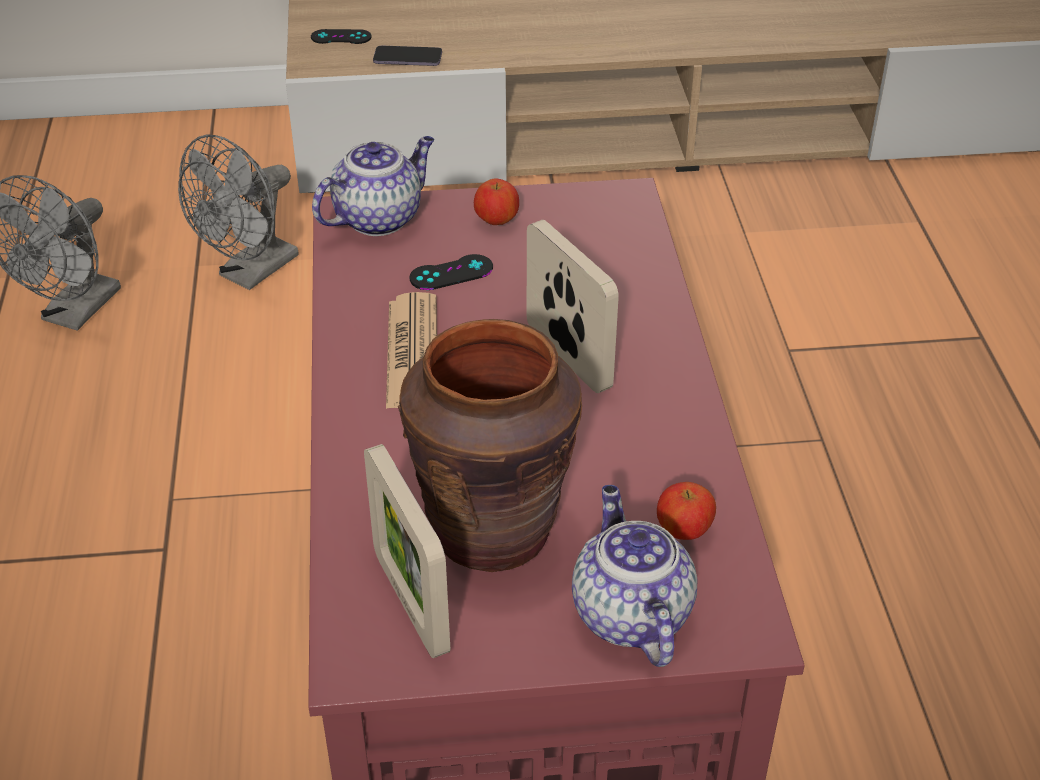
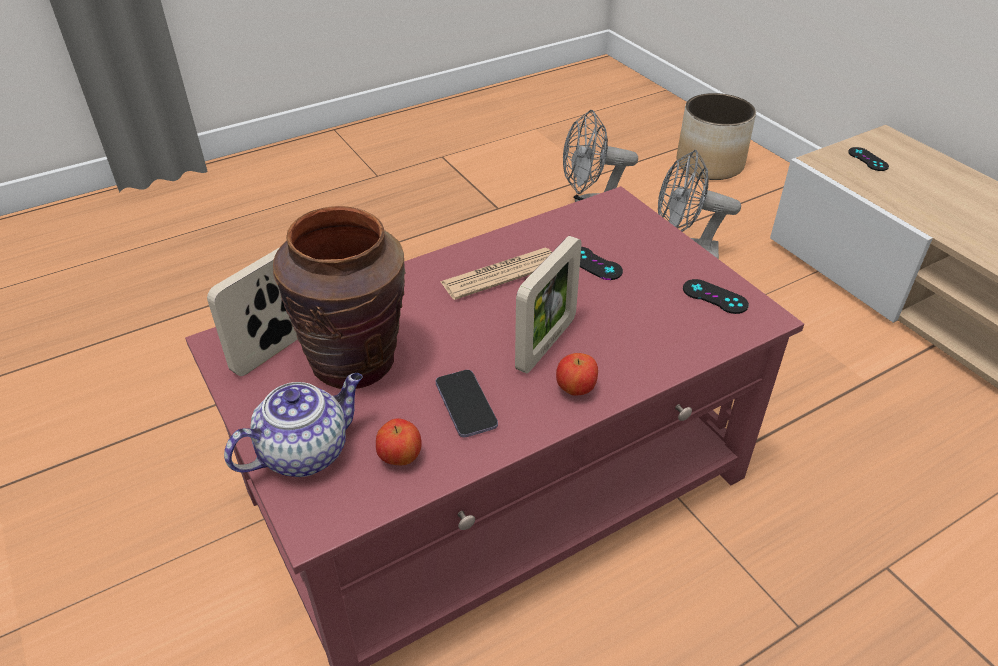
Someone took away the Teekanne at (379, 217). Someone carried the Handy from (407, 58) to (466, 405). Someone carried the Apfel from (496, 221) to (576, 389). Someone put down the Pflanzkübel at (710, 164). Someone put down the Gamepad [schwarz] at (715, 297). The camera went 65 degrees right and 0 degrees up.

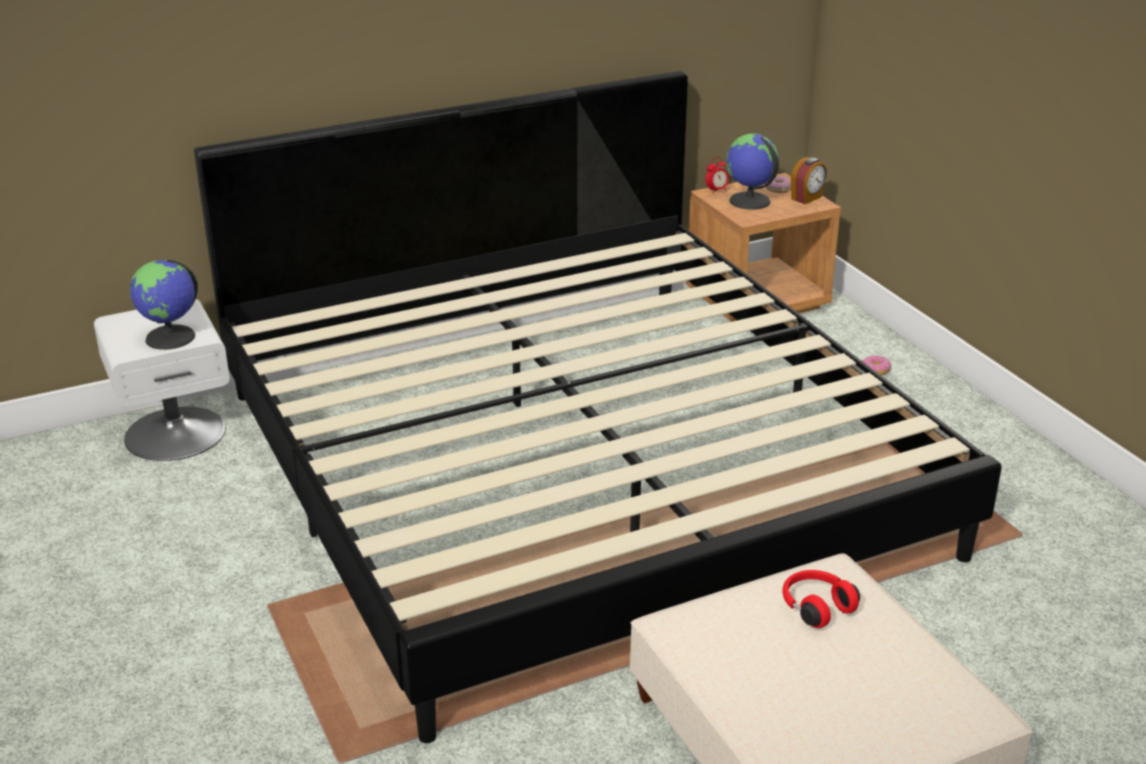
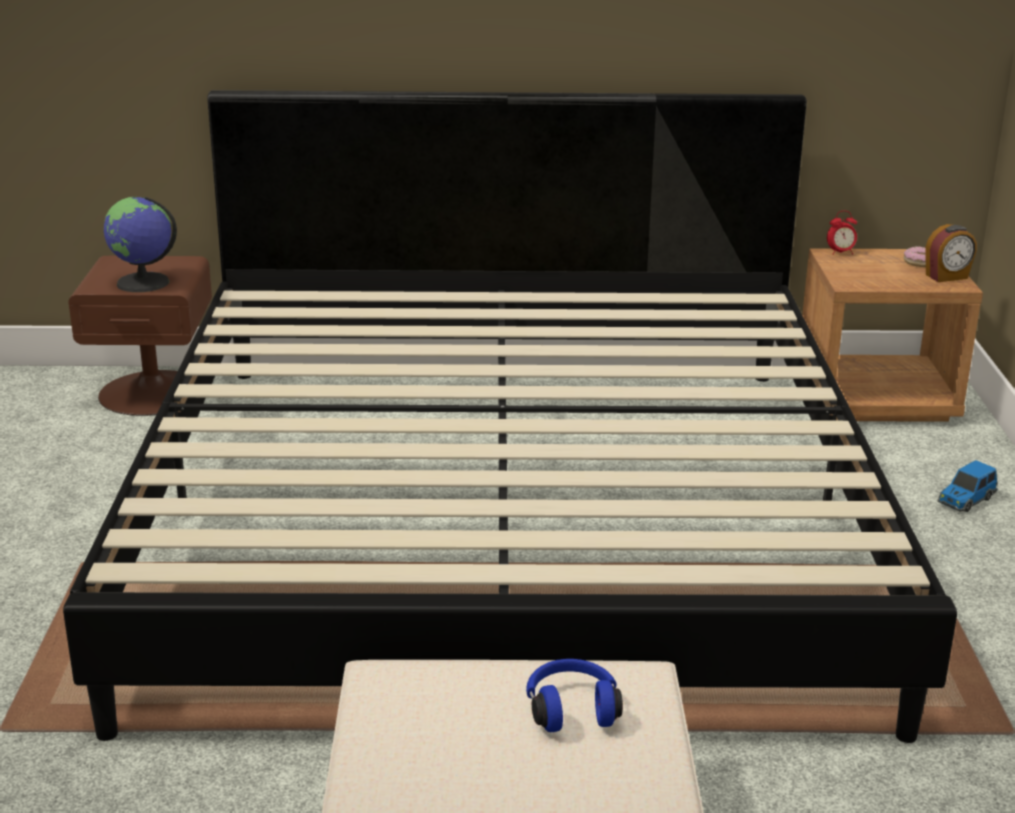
Someone repainted the Nachttisch [weiß] at (175, 432), which became the Nachttisch [braun] at (153, 392). Someone took away the Globus at (749, 201). Someone repainted the Kopfhörer [rot] at (815, 607), which became the Kopfhörer [blau] at (571, 709). Someone swapped the Donut at (875, 370) for the Spielzeugauto at (965, 500). The camera went 25 degrees right and 5 degrees down.

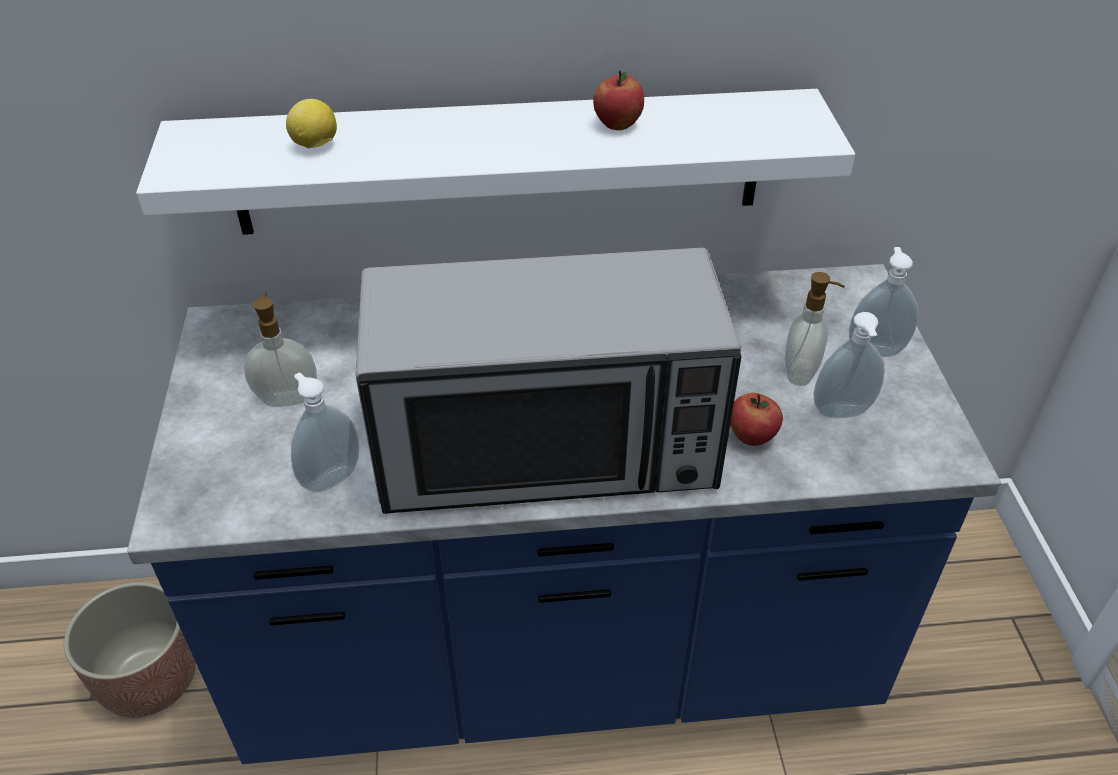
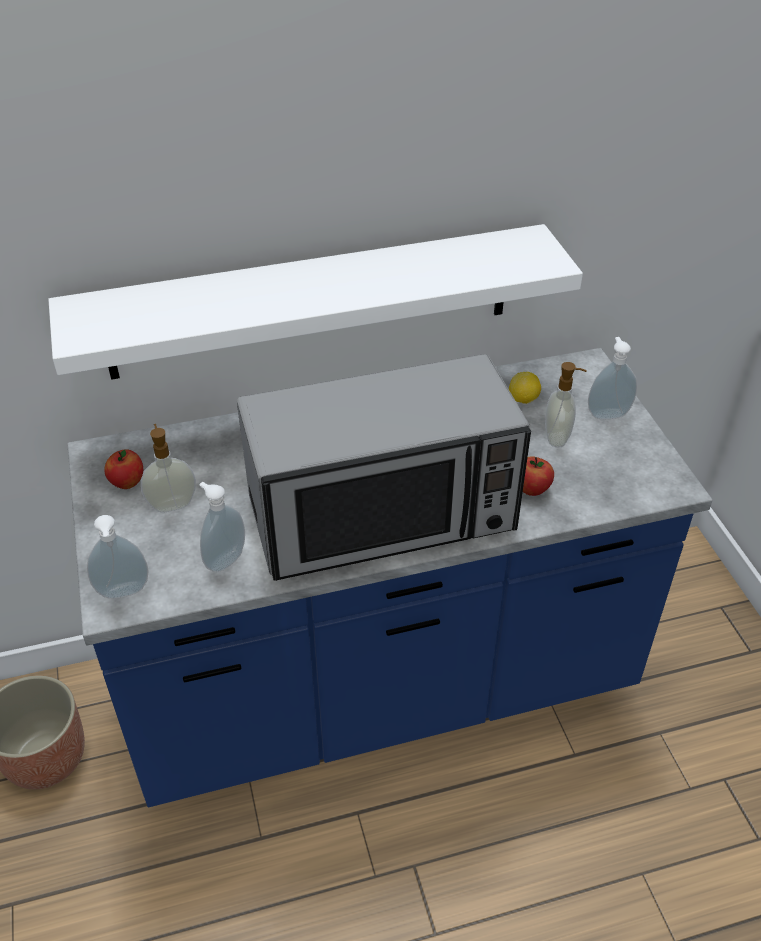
Someone carried the Zitrone from (315, 146) to (523, 400). Someone carried the Apfel from (617, 124) to (127, 483). Someone carried the Seifenspender from (842, 414) to (124, 593). The camera went 10 degrees left and 0 degrees up.

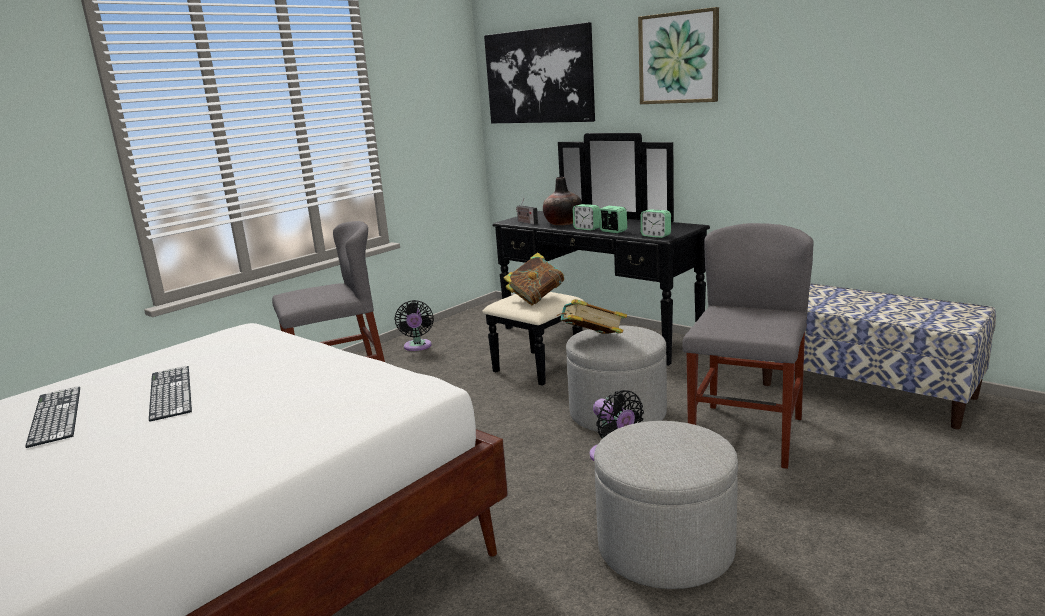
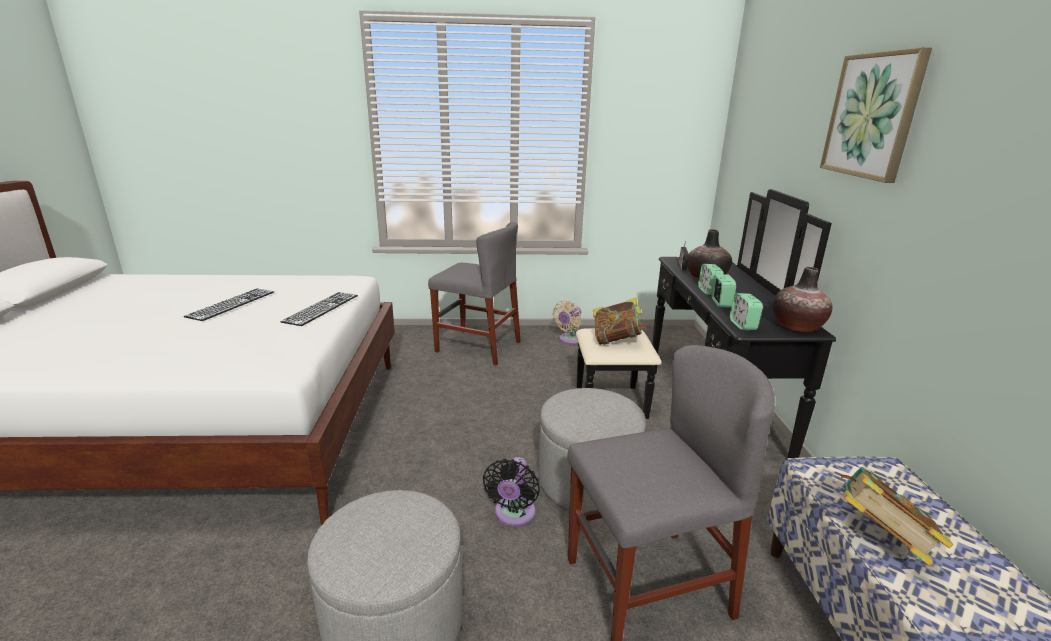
Someone carried the Tastatur from (55, 415) to (321, 308). Someone repainted the Ventilator [schwarz] at (417, 347), which became the Ventilator [beige] at (569, 340). Someone took away the Bild at (539, 76). Someone carried the Buch from (592, 341) to (879, 539). Someone put down the Vase at (797, 326). The camera went 45 degrees right and 5 degrees up.

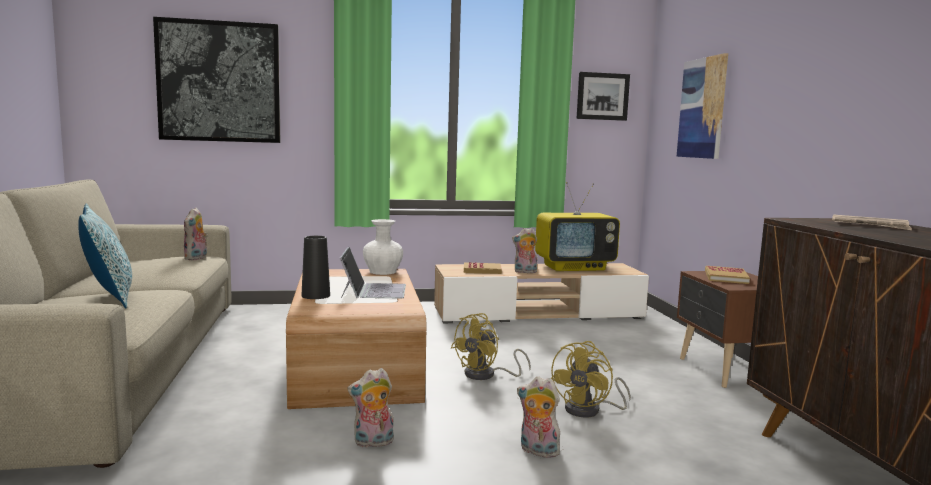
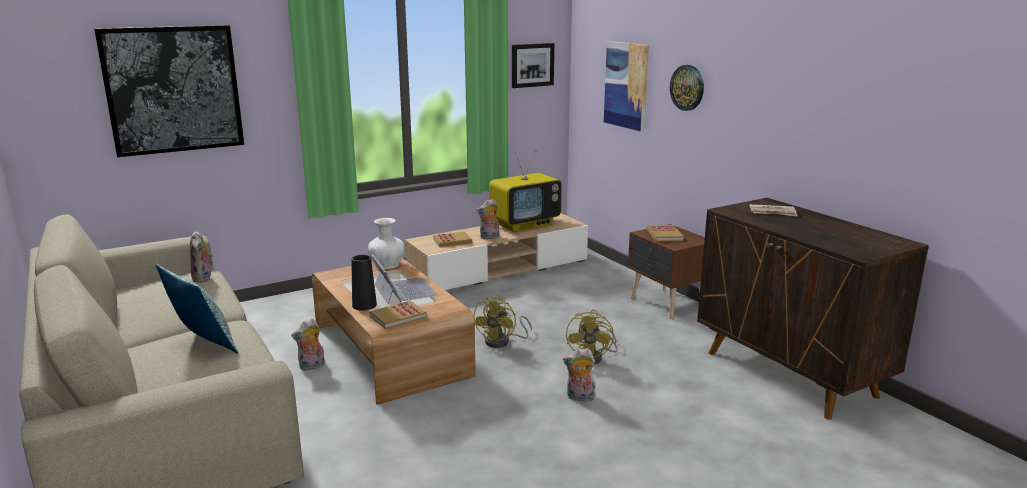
Someone carried the Plüschtier from (373, 443) to (312, 366). Someone put down the Buch at (398, 317). Someone put up the Wanduhr at (687, 87). The camera went 20 degrees left and 10 degrees up.

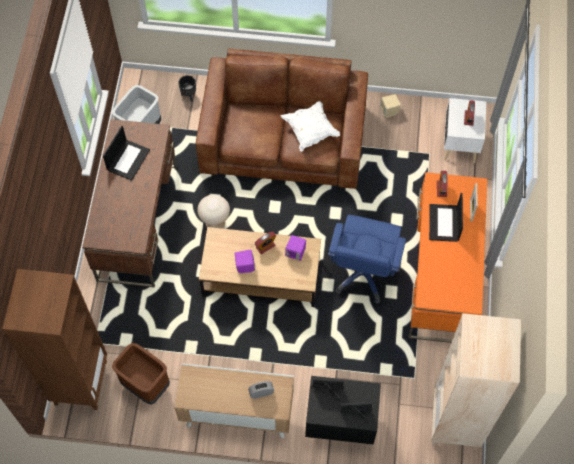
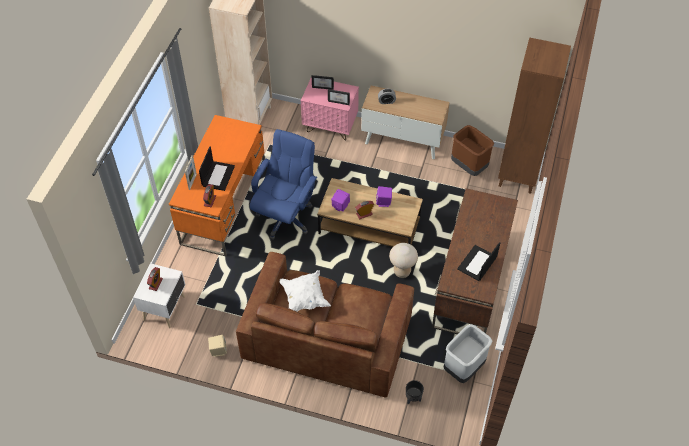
Someone repainted the Nachttisch [schwarz] at (340, 423), which became the Nachttisch [rosa] at (330, 126). The camera went 170 degrees left and 10 degrees down.

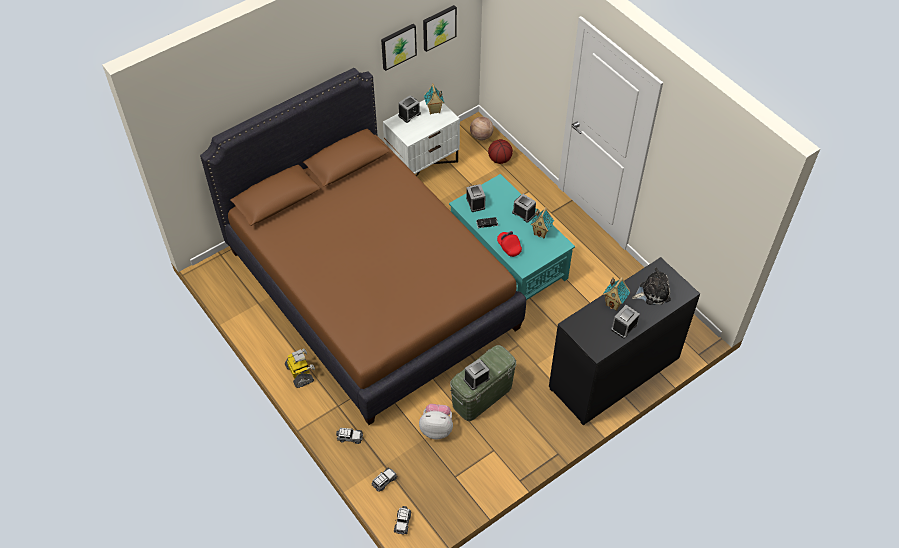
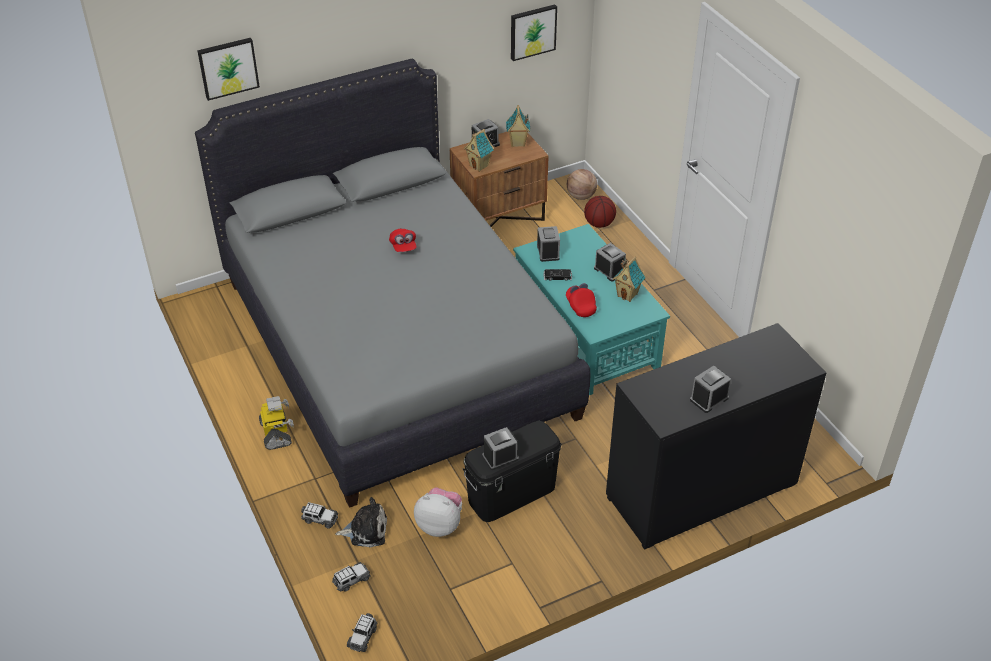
Someone repainted the Bett [braun] at (371, 288), which became the Bett [grau] at (395, 347). Someone carried the Bild from (398, 46) to (228, 67). Someone repainted the Nachttisch [weiß] at (423, 163), which became the Nachttisch [braun] at (499, 217). Someone repainted the Aufbewahrungsbox [grün] at (482, 396), which became the Aufbewahrungsbox [schwarz] at (512, 494). Someone carried the Spielzeughaus from (614, 303) to (479, 166). Someone carried the Plüschtier from (652, 292) to (366, 530). Someone put down the Kappe [rot] at (403, 246). The camera went 10 degrees right and 10 degrees down.

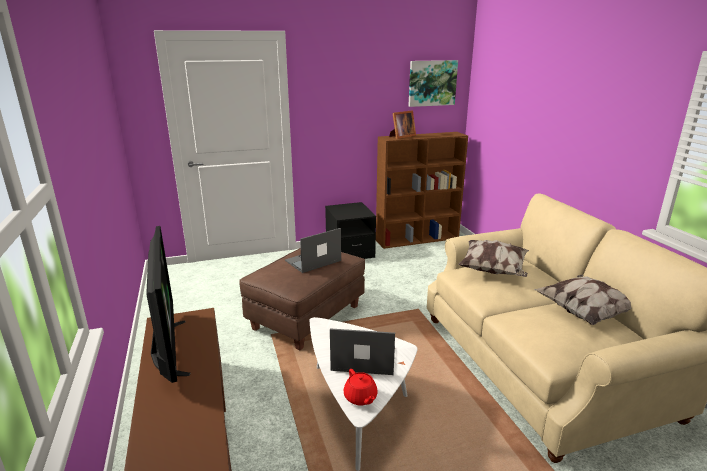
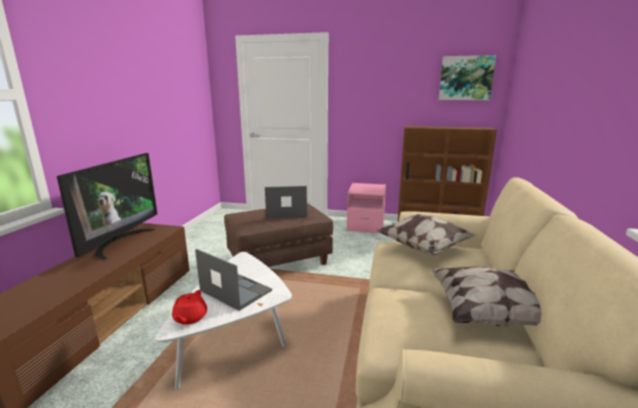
Someone repainted the Nachttisch [schwarz] at (350, 252), which became the Nachttisch [rosa] at (365, 225). Someone took away the Bilderrahmen at (401, 137). The camera went 30 degrees right and 5 degrees down.

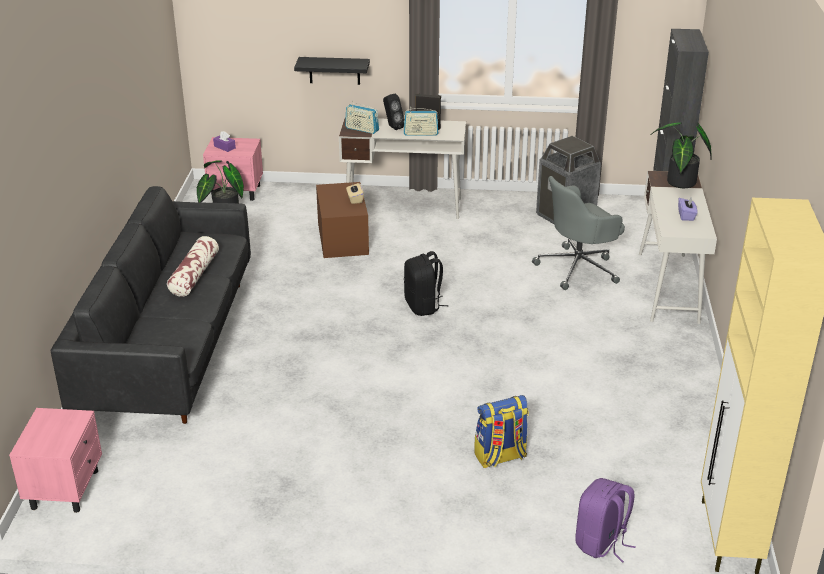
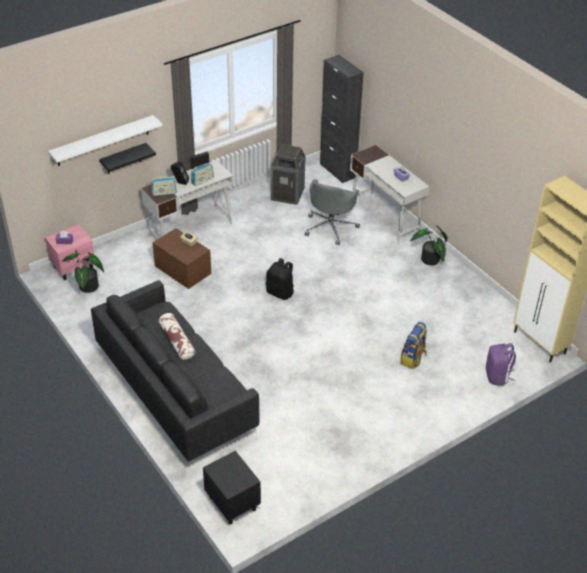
Someone repainted the Nachttisch [rosa] at (65, 488), which became the Nachttisch [schwarz] at (232, 502). Someone carried the Topfpflanze from (679, 183) to (430, 261). Someone put up the Wandregal [weiß] at (102, 141). The camera went 40 degrees left and 10 degrees up.

